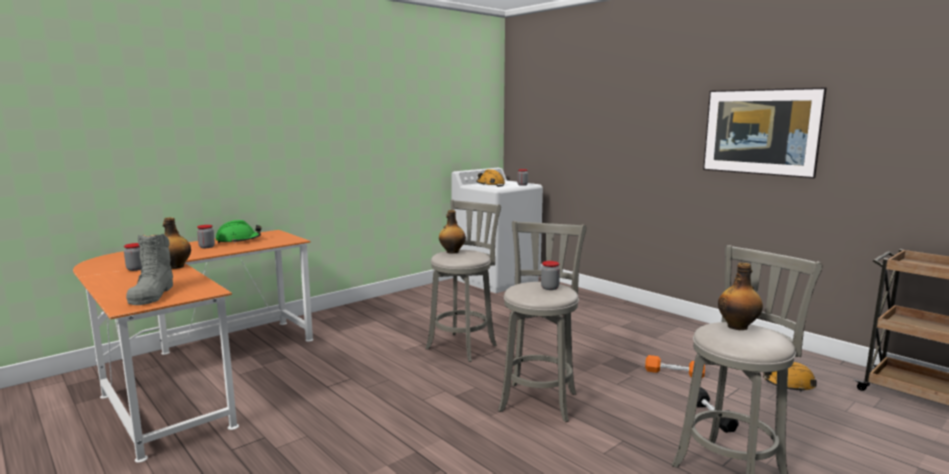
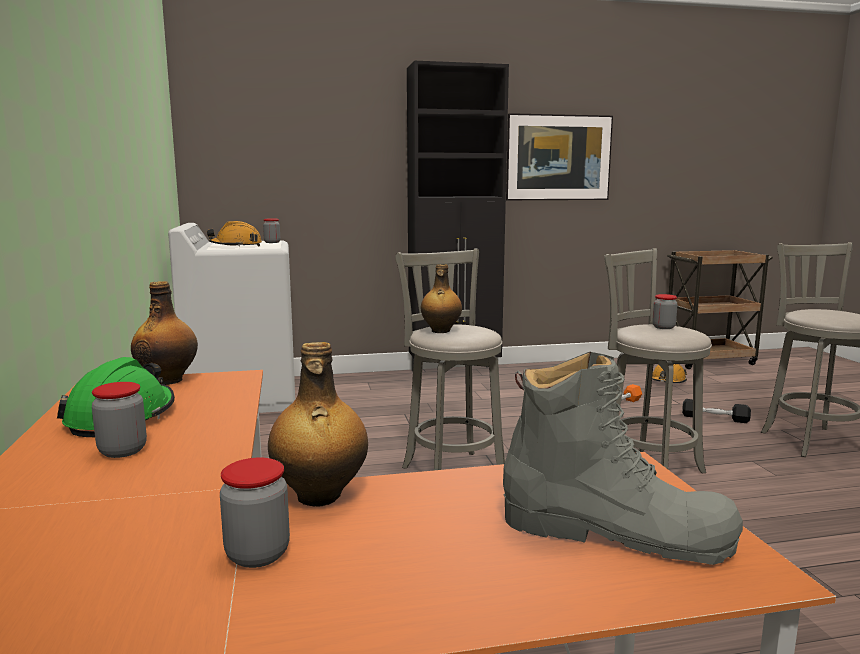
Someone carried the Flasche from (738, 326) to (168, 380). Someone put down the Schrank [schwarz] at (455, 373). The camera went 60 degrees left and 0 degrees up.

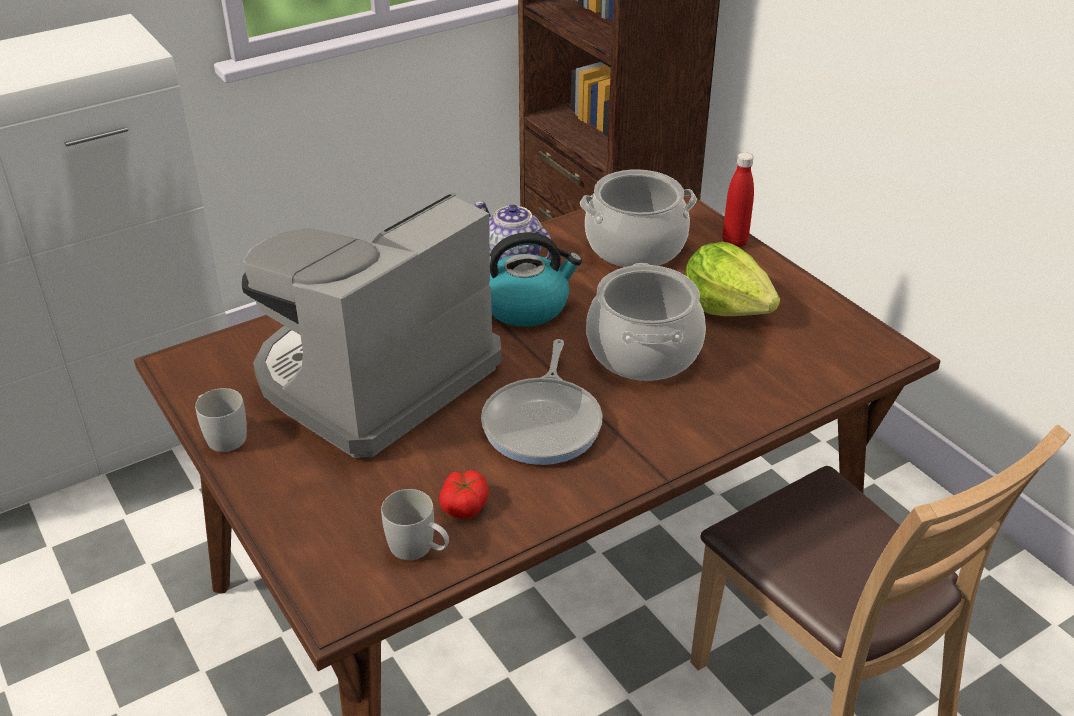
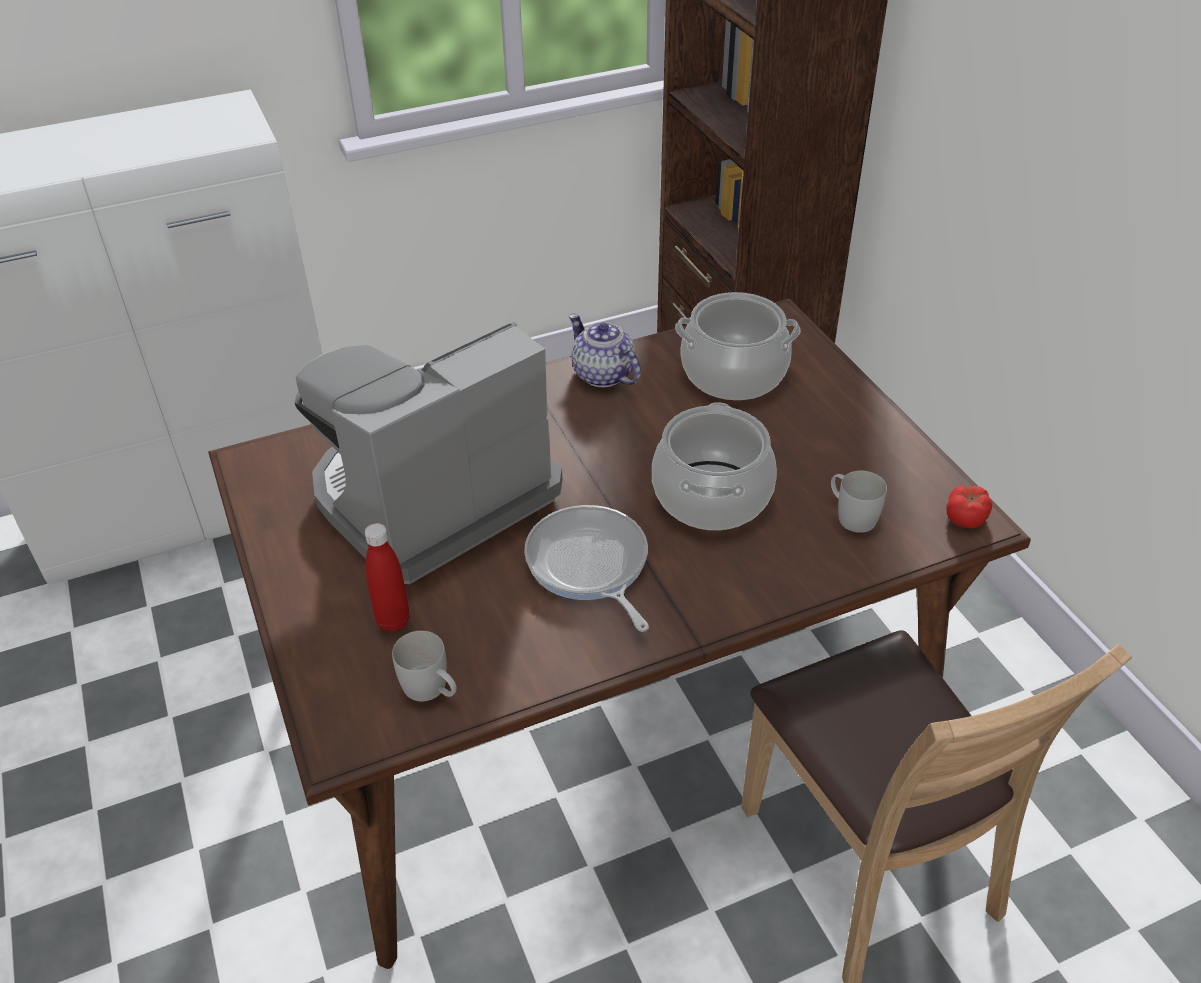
Someone carried the Henkelbecher [weiß] from (222, 435) to (851, 515). Someone carried the Tomate from (465, 504) to (966, 516). Someone rotated the Pfanne at (544, 423) by 135 degrees clockwise. Someone took away the Wasserkessel at (527, 306). Someone took away the Salatkopf at (726, 305). Someone carried the Flasche [rot] from (734, 242) to (393, 621). The camera went 10 degrees right and 5 degrees up.

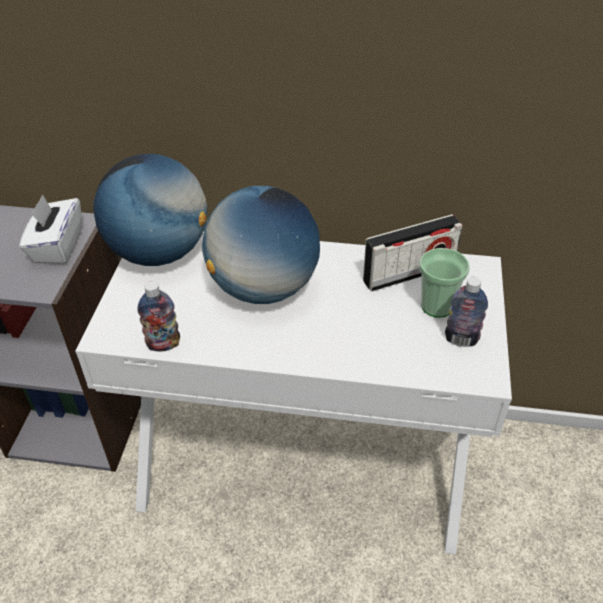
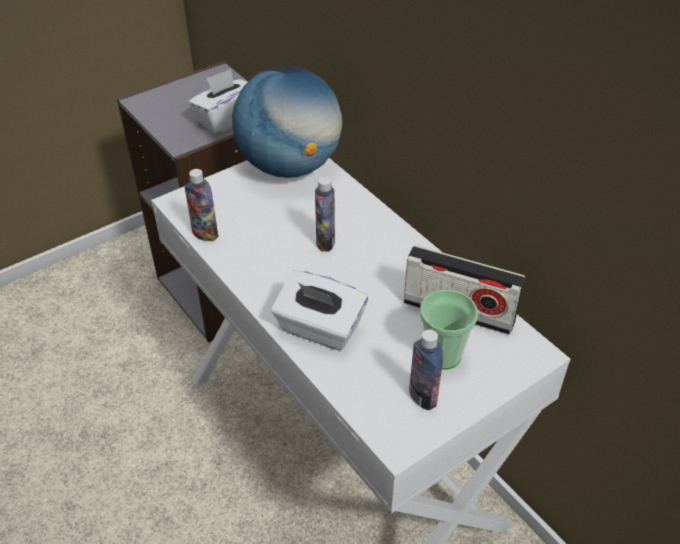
Someone swapped the Globus at (264, 288) for the Flasche at (325, 242). Someone put down the Taschentuchbox [weiß] at (319, 328). The camera went 45 degrees right and 0 degrees up.

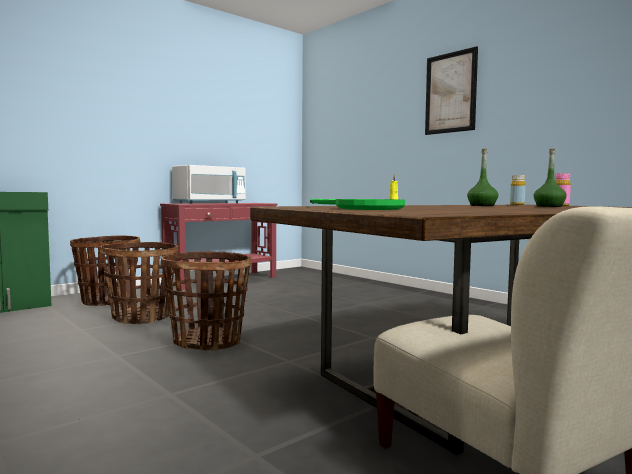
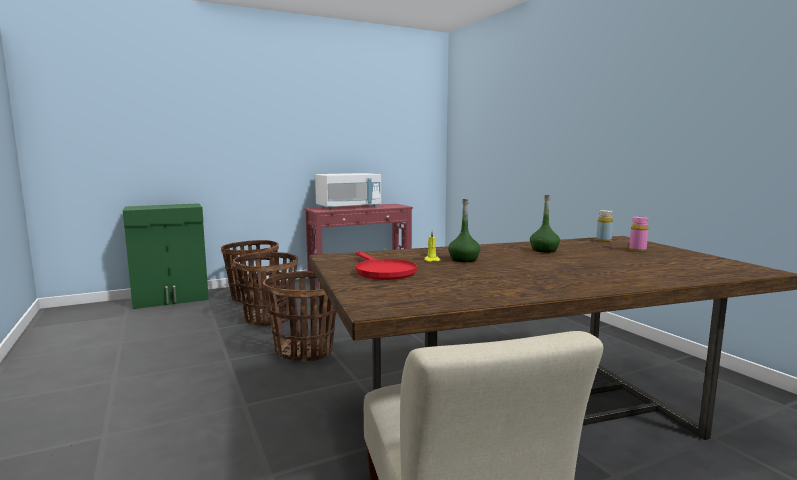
Someone repainted the Pfanne [grün] at (361, 208), which became the Pfanne [rot] at (382, 271). Someone took away the Bild at (450, 93). Someone carried the Flasche [grün] from (549, 206) to (463, 259). The camera went 15 degrees right and 5 degrees up.

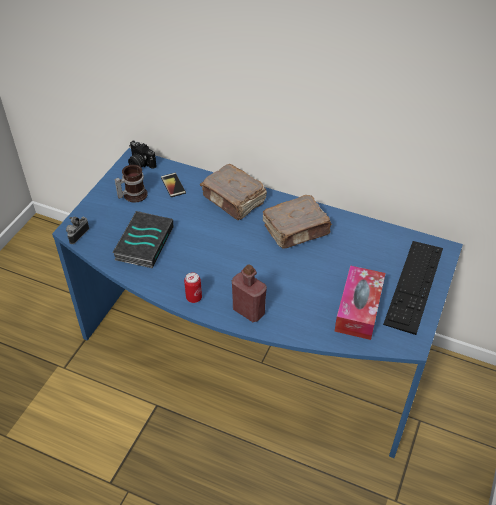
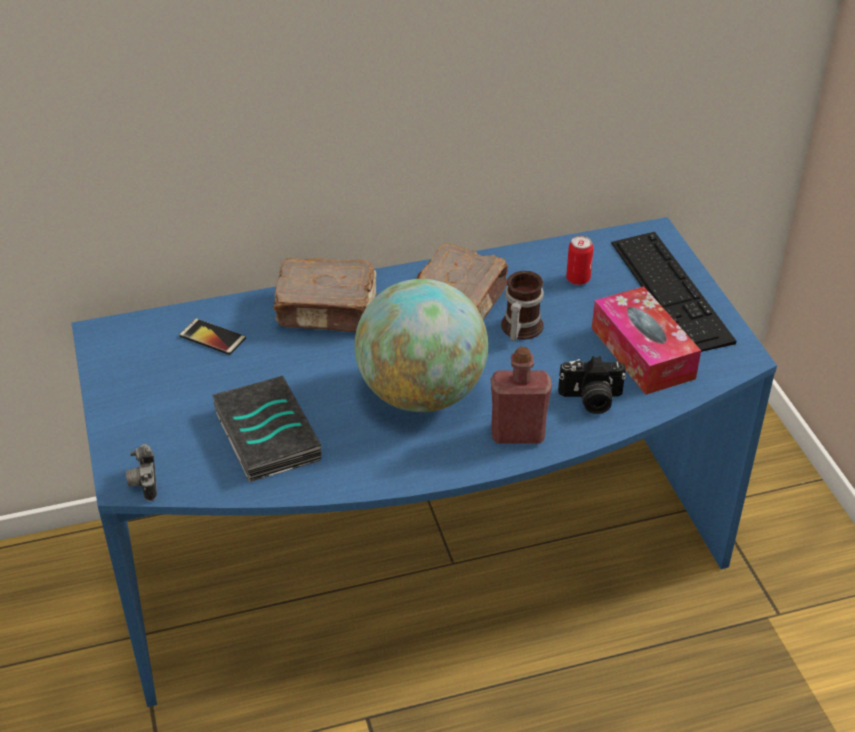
Someone carried the Henkelbecher from (132, 195) to (518, 328). Someone carried the Kamera from (140, 164) to (591, 400). Someone carried the Dose from (194, 297) to (578, 279). Someone put down the Globus at (421, 394). The camera went 40 degrees left and 5 degrees down.

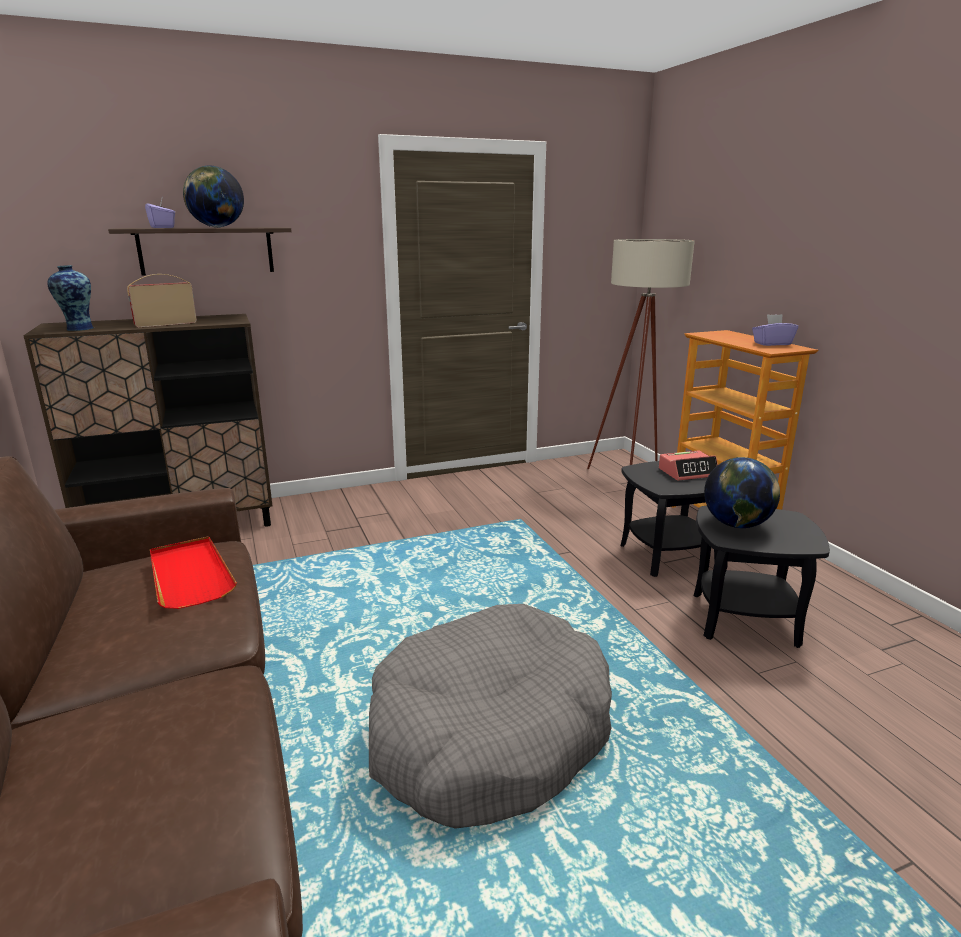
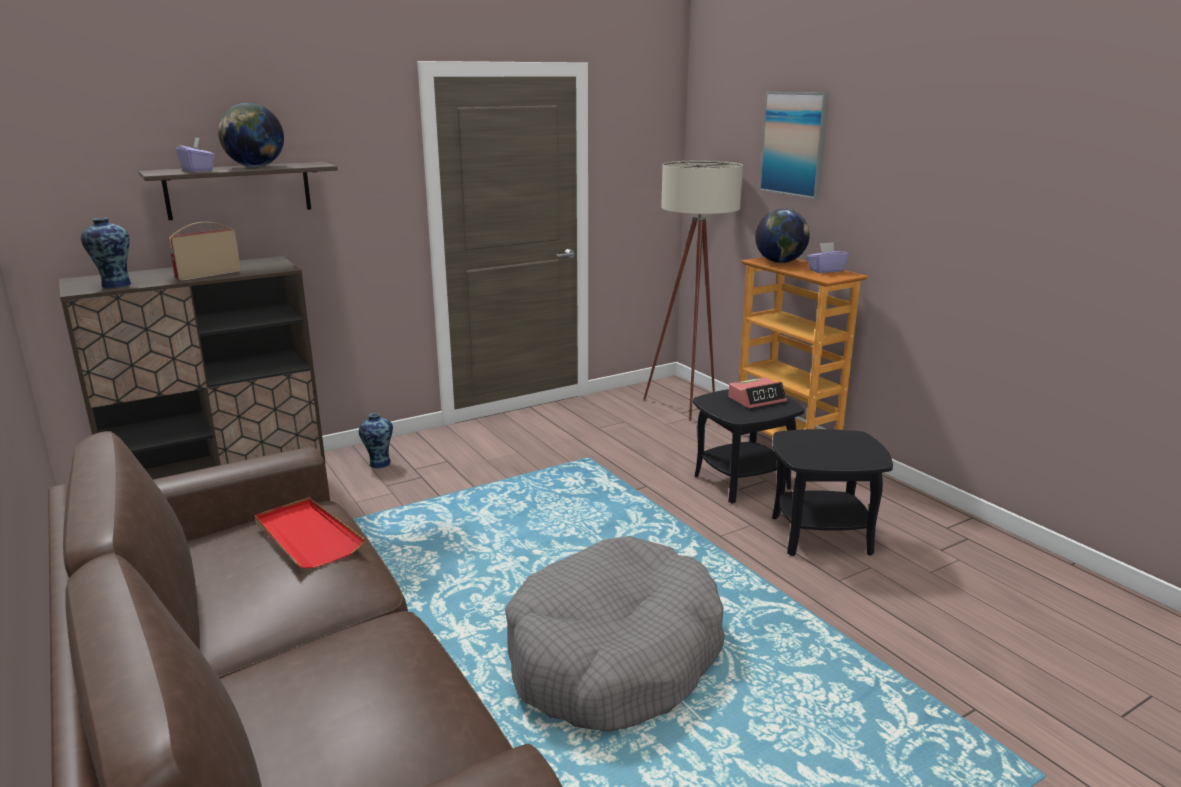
Someone carried the Globus from (736, 525) to (780, 262). Someone put down the Vase at (379, 463). Someone put up the Bild at (794, 144). The camera went 10 degrees left and 0 degrees up.

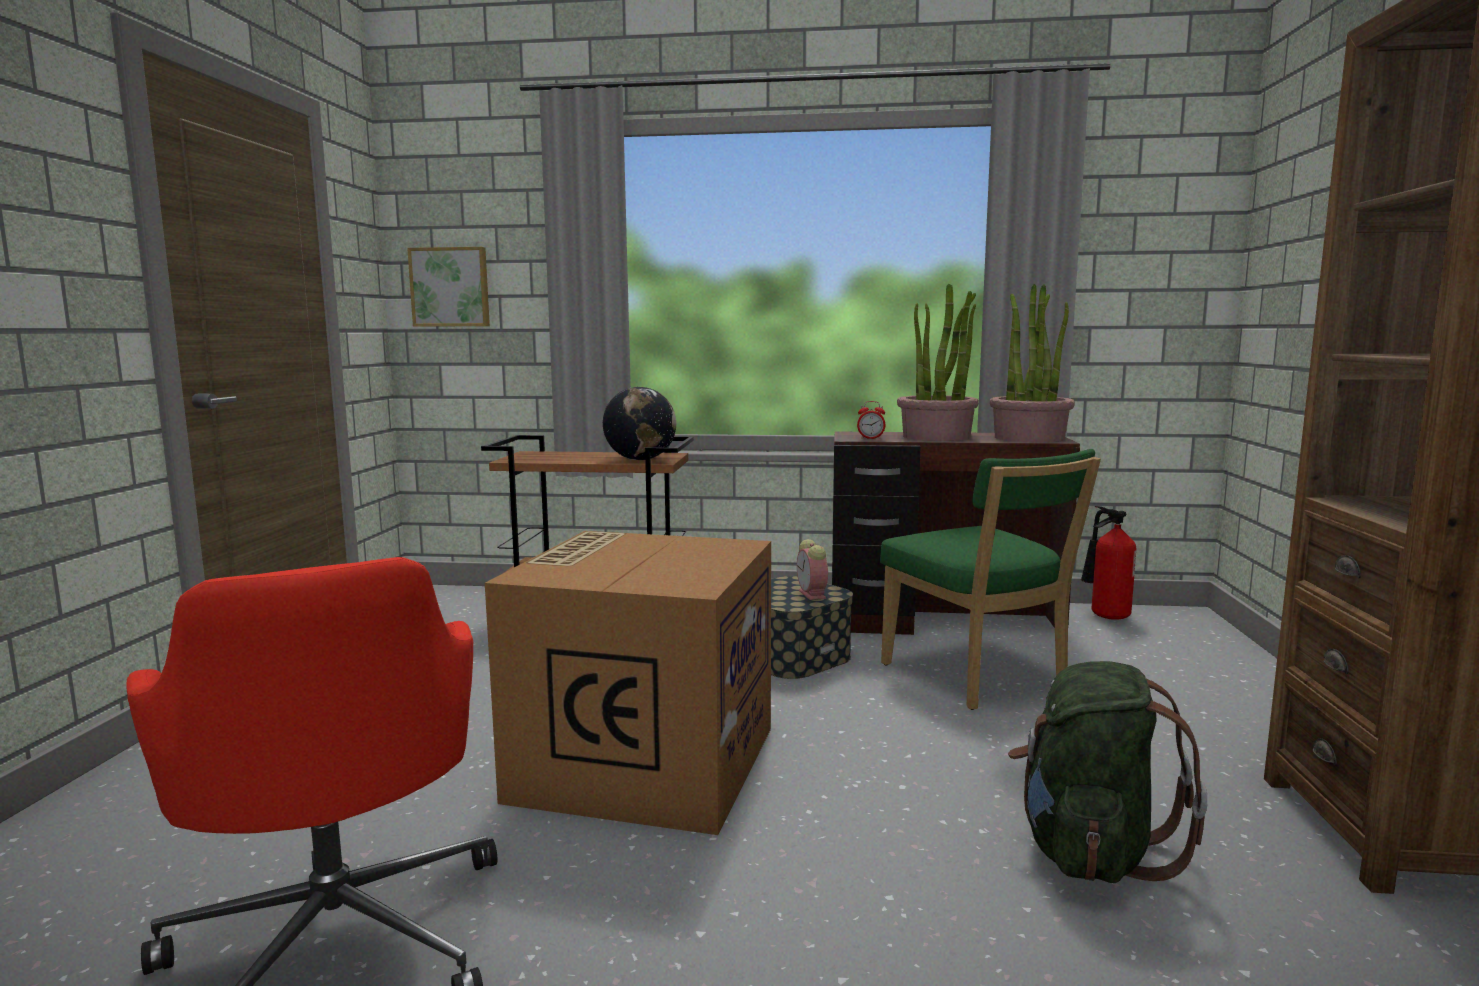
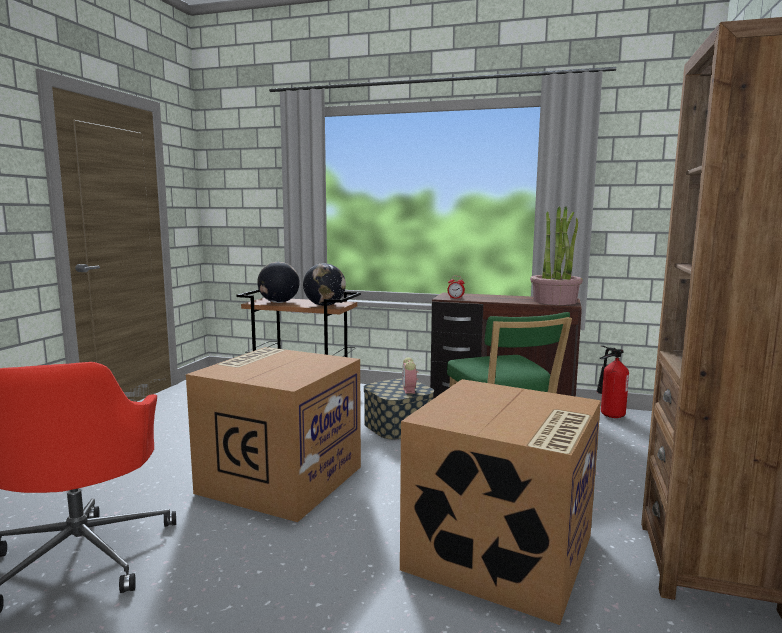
Someone took away the Bild at (450, 287). Someone took away the Topfpflanze at (936, 437). Someone swapped the Rucksack [grün] at (1089, 851) for the Karton at (501, 554). Someone put down the Globus at (279, 302). The camera went 10 degrees right and 0 degrees up.

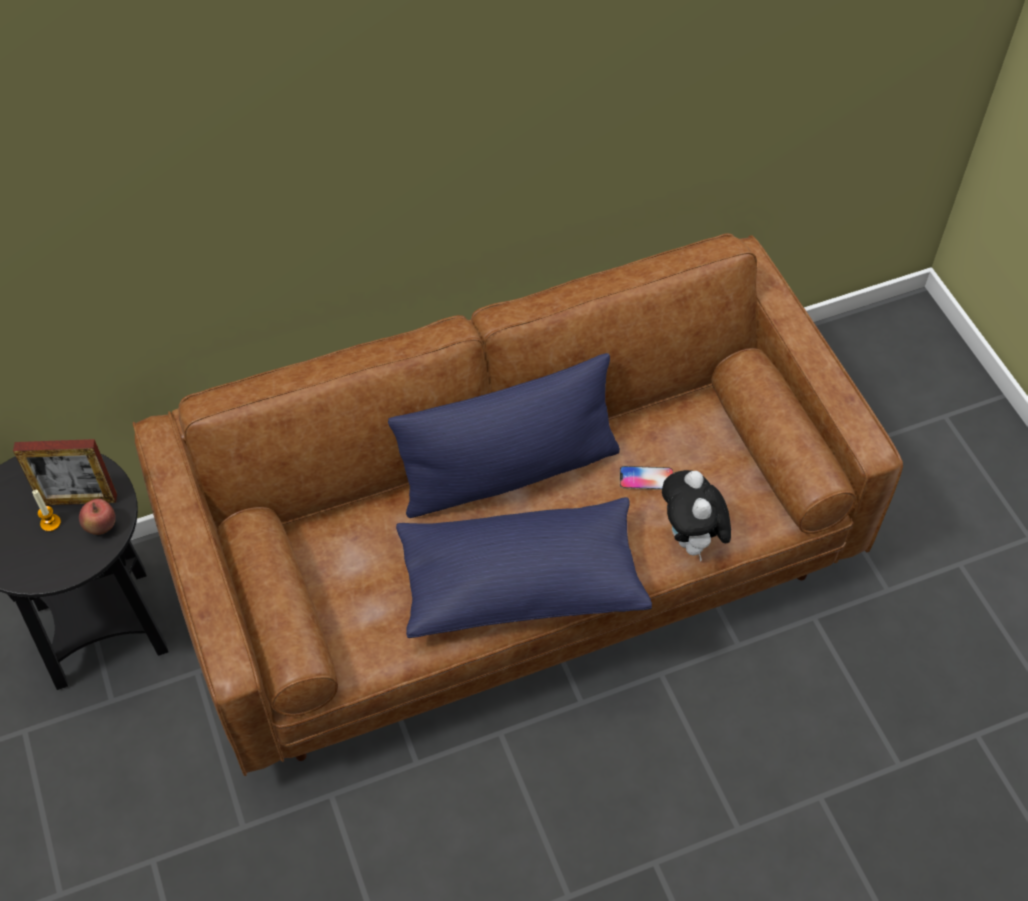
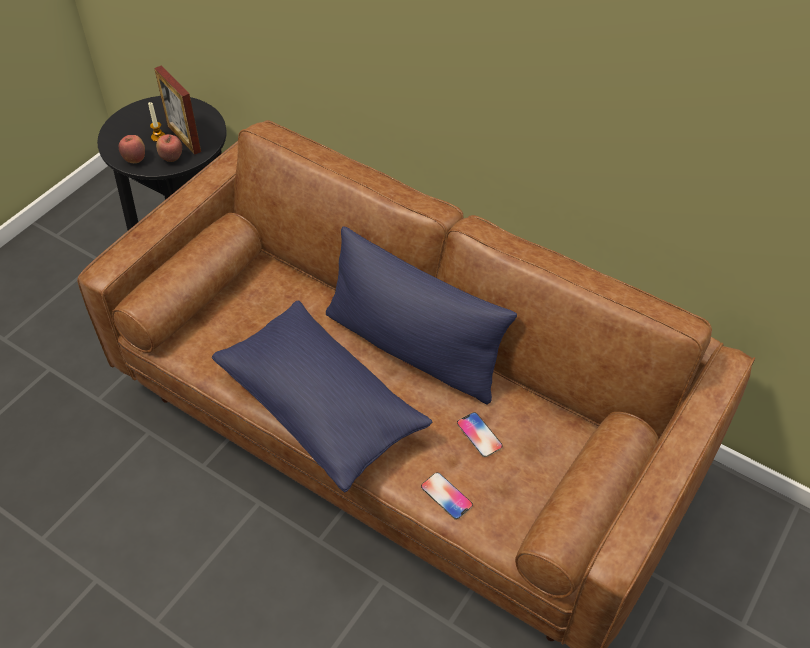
Someone swapped the Plüschtier at (691, 540) for the Handy at (446, 496). Someone put down the Apfel at (135, 159). The camera went 55 degrees right and 5 degrees down.

